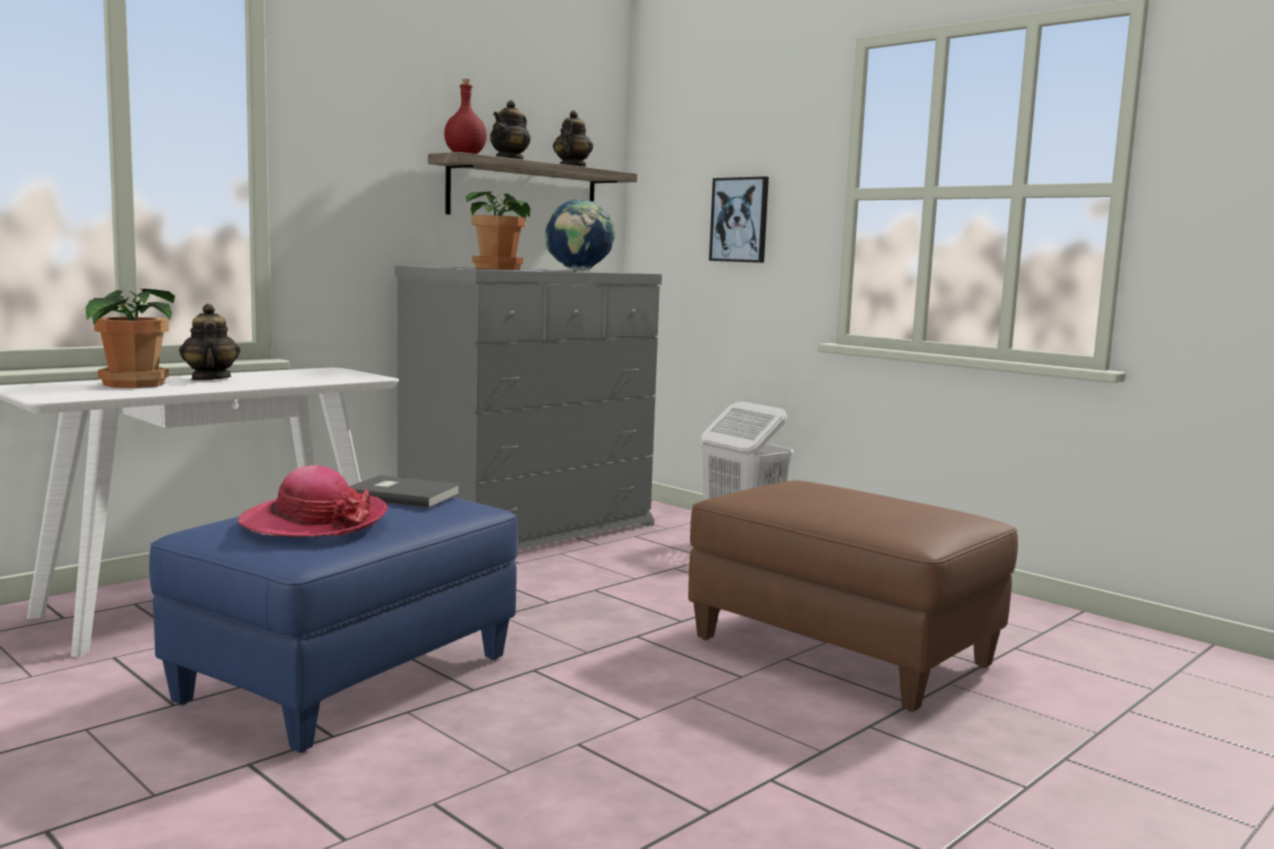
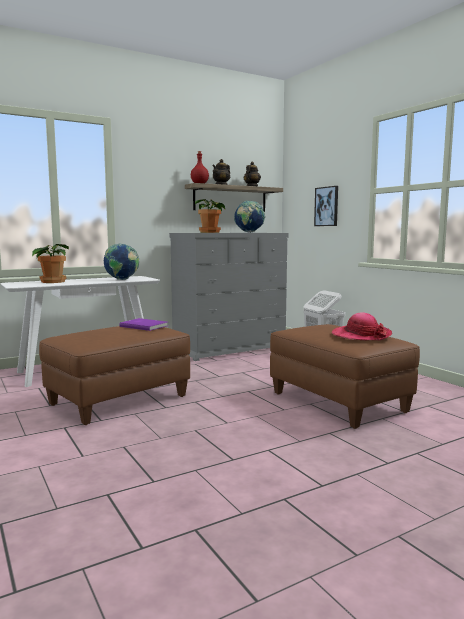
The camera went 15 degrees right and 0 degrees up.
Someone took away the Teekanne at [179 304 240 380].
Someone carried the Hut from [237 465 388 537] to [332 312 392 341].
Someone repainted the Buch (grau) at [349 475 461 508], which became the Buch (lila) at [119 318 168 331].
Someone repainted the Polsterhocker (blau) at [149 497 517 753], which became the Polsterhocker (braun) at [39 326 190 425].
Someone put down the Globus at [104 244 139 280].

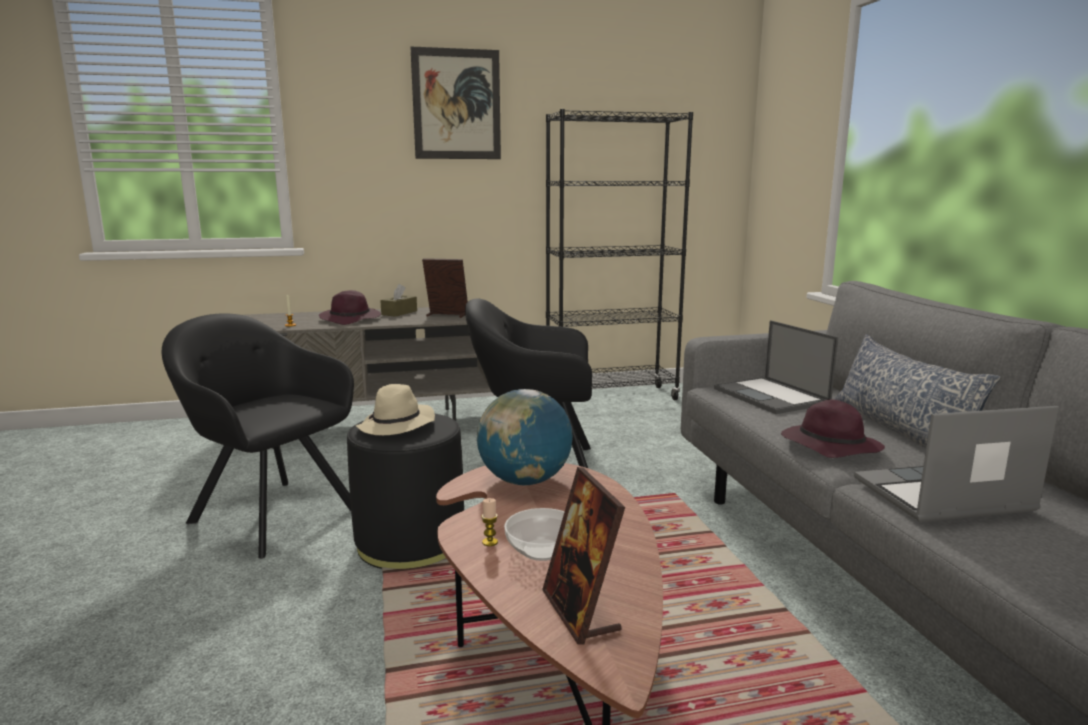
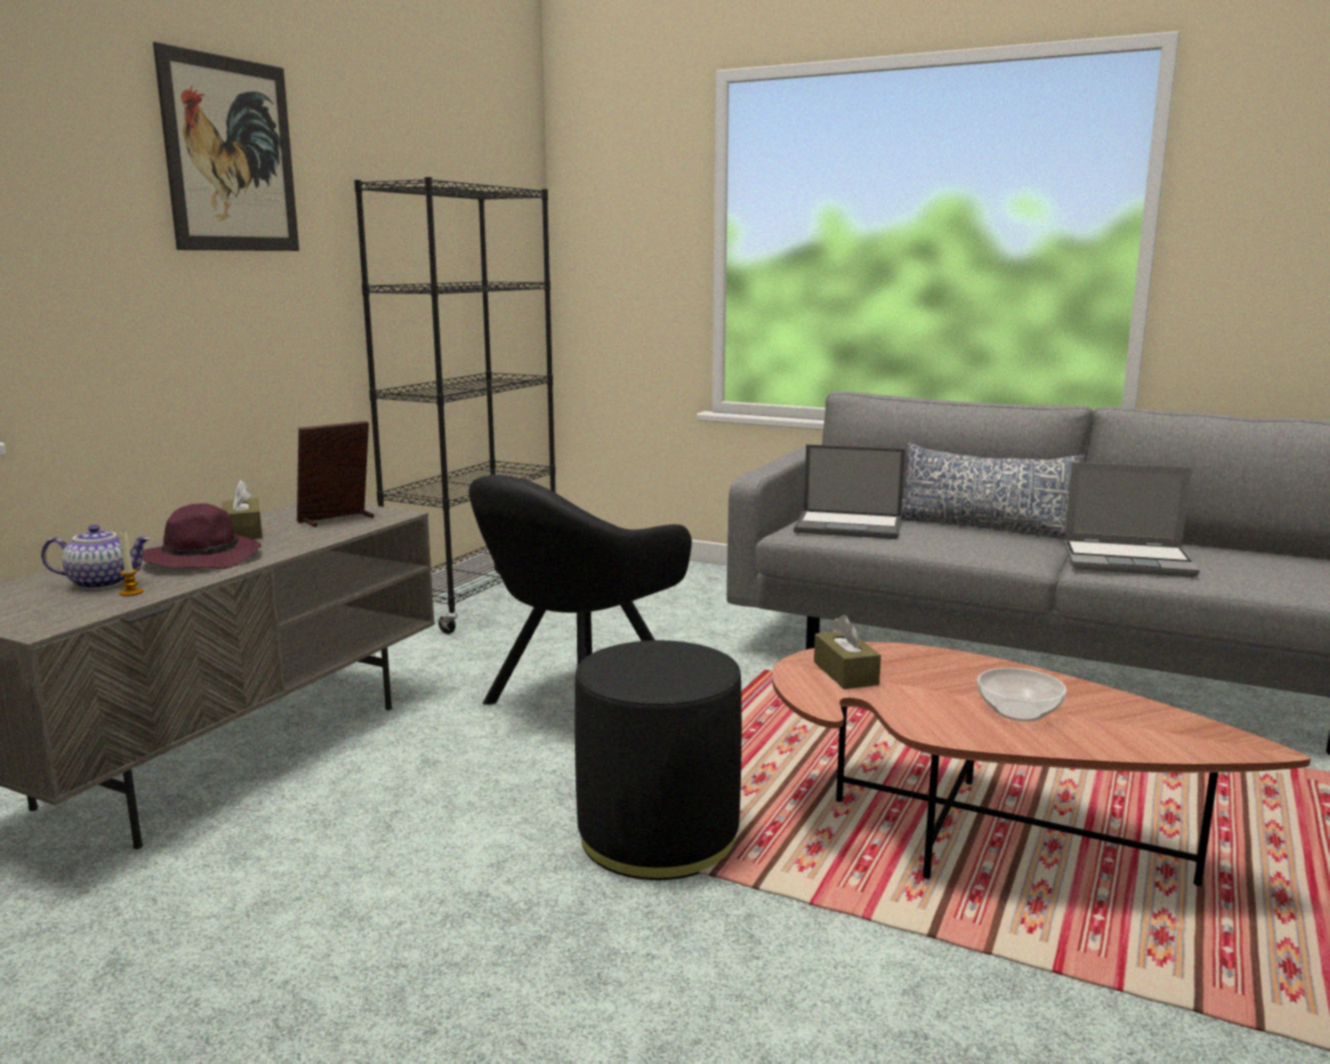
The camera went 50 degrees left and 0 degrees up.
Someone took away the Sessel (schwarz) at [162 313 354 559].
Someone took away the Hut (beige) at [356 384 435 435].
Someone swapped the Globus at [477 389 573 485] for the Taschentuchbox (braun) at [814 615 881 689].
Someone took away the Hut (lila) at [781 399 885 458].
Someone rotated the Laptop at [854 406 1059 522] by 105 degrees counterclockwise.
Someone took away the Bilderrahmen at [542 467 625 645].
Someone took away the Kerze at [481 498 498 546].
Someone put down the Teekanne at [41 525 151 590].

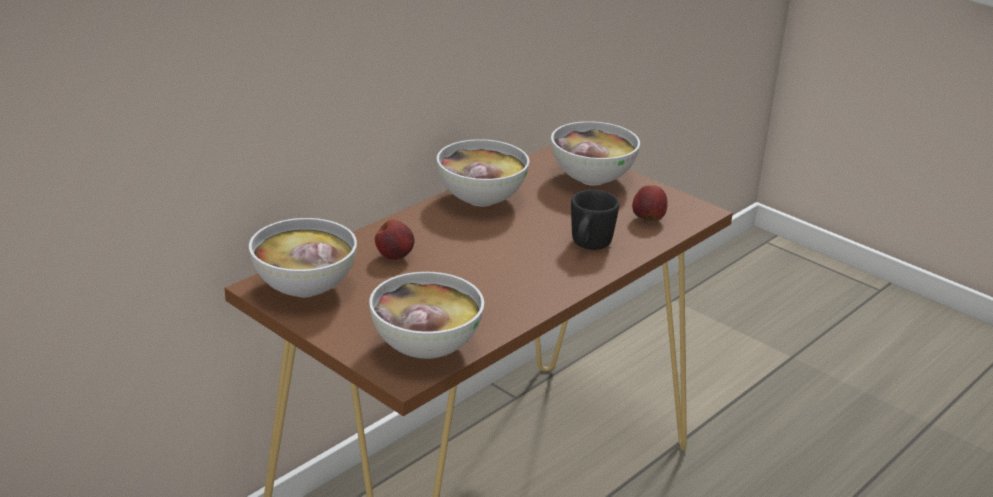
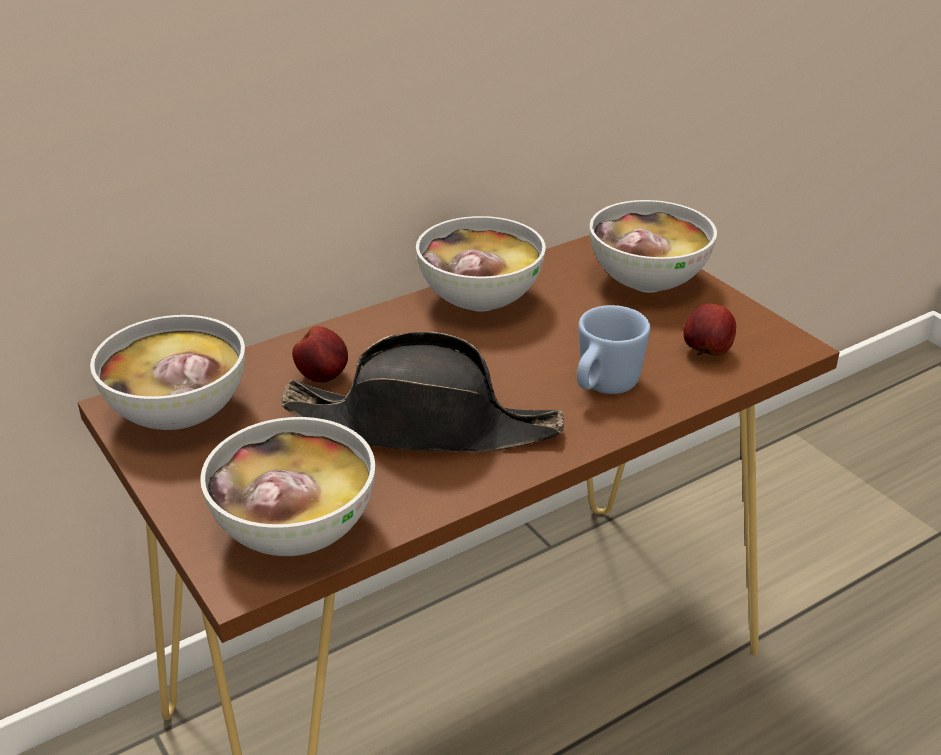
The camera went 15 degrees right and 5 degrees up.
Someone repainted the Henkelbecher (schwarz) at [571 190 620 250], which became the Henkelbecher (blau) at [577 305 650 394].
Someone put down the Hut (schwarz) at [281 332 564 453].

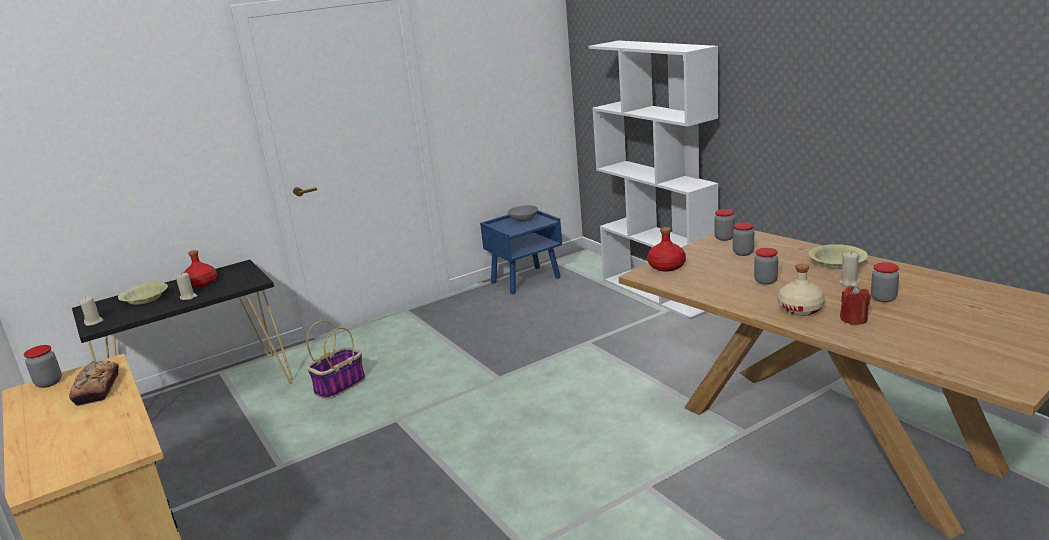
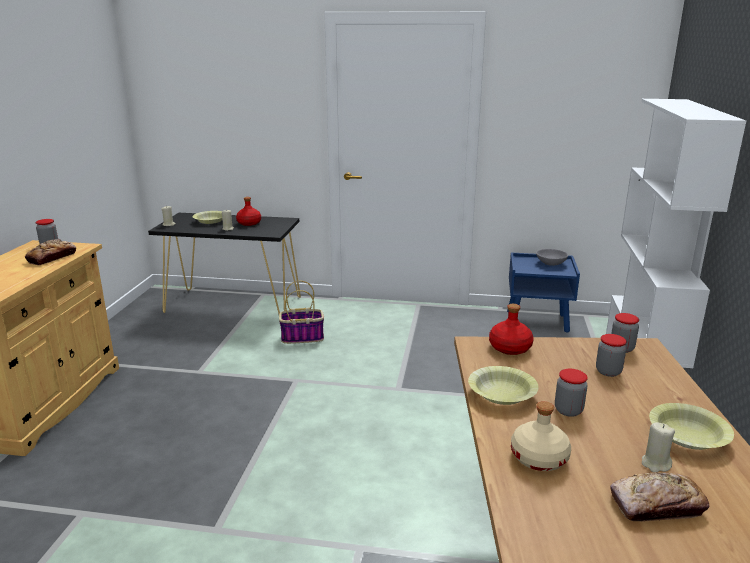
The camera went 40 degrees right and 0 degrees up.
Someone swapped the Vorratsglas at [871 262 899 302] for the Brot at [610 472 710 521].
Someone took away the Kerze (rot) at [840 286 871 325].
Someone put down the Schüssel (gelb) at [468 366 539 405].

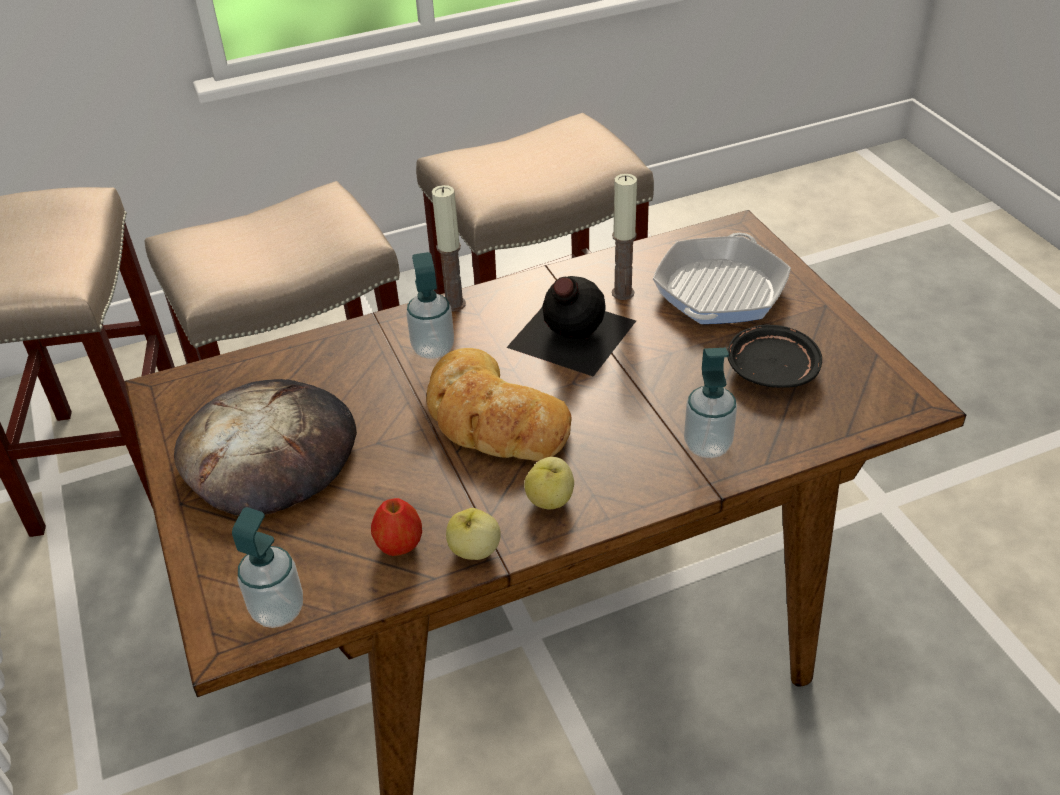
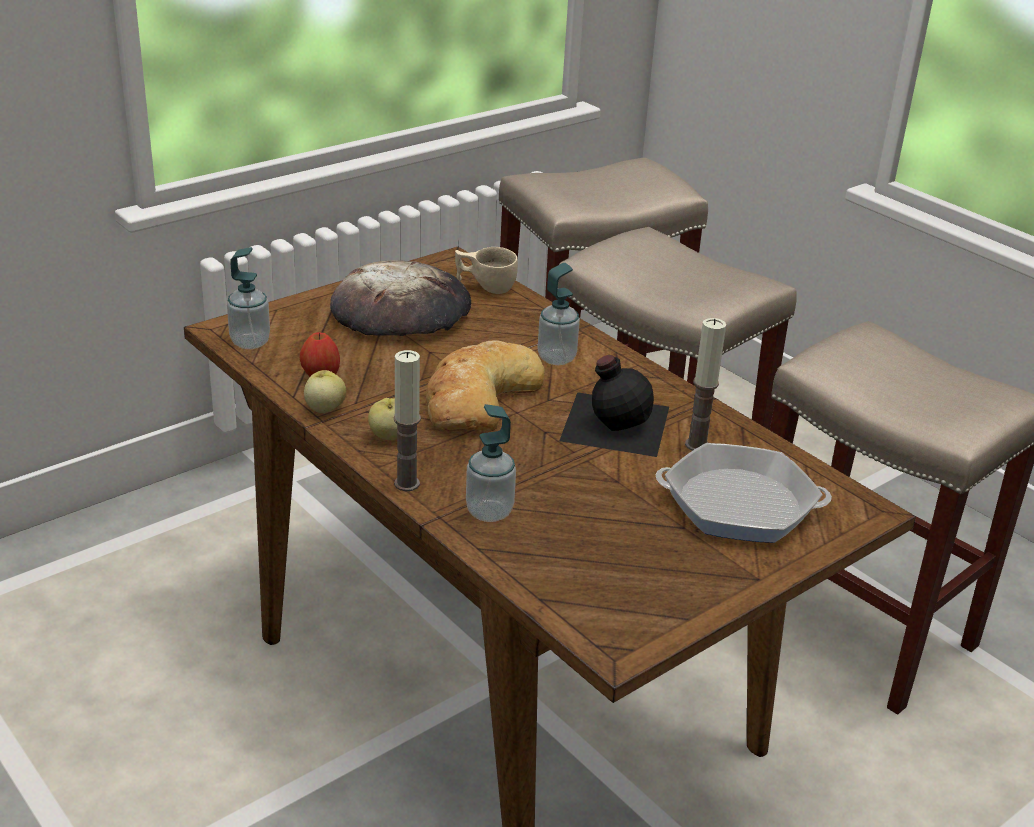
The camera went 70 degrees right and 10 degrees down.
Someone carried the Kerze from [432 185 466 311] to [393 350 421 491].
Someone took away the Teller (schwarz) at [727 325 822 388].
Someone put down the Tasse (beige) at [455 247 518 294].

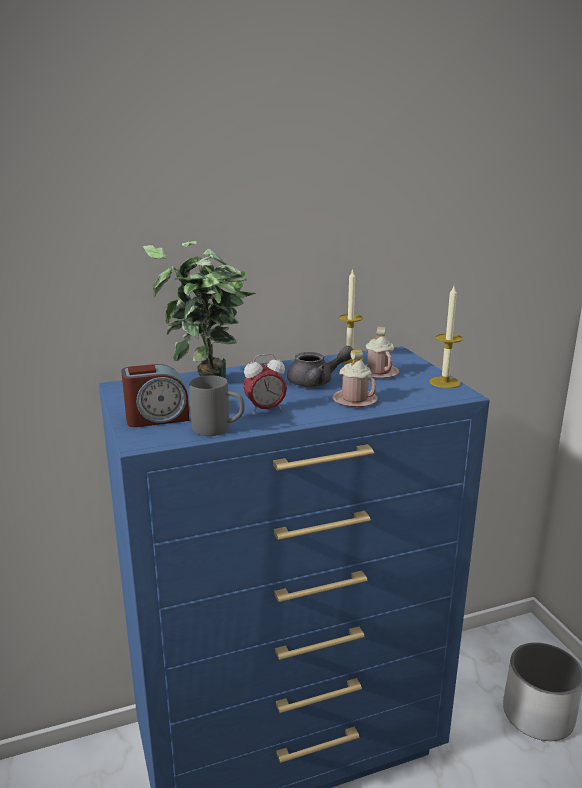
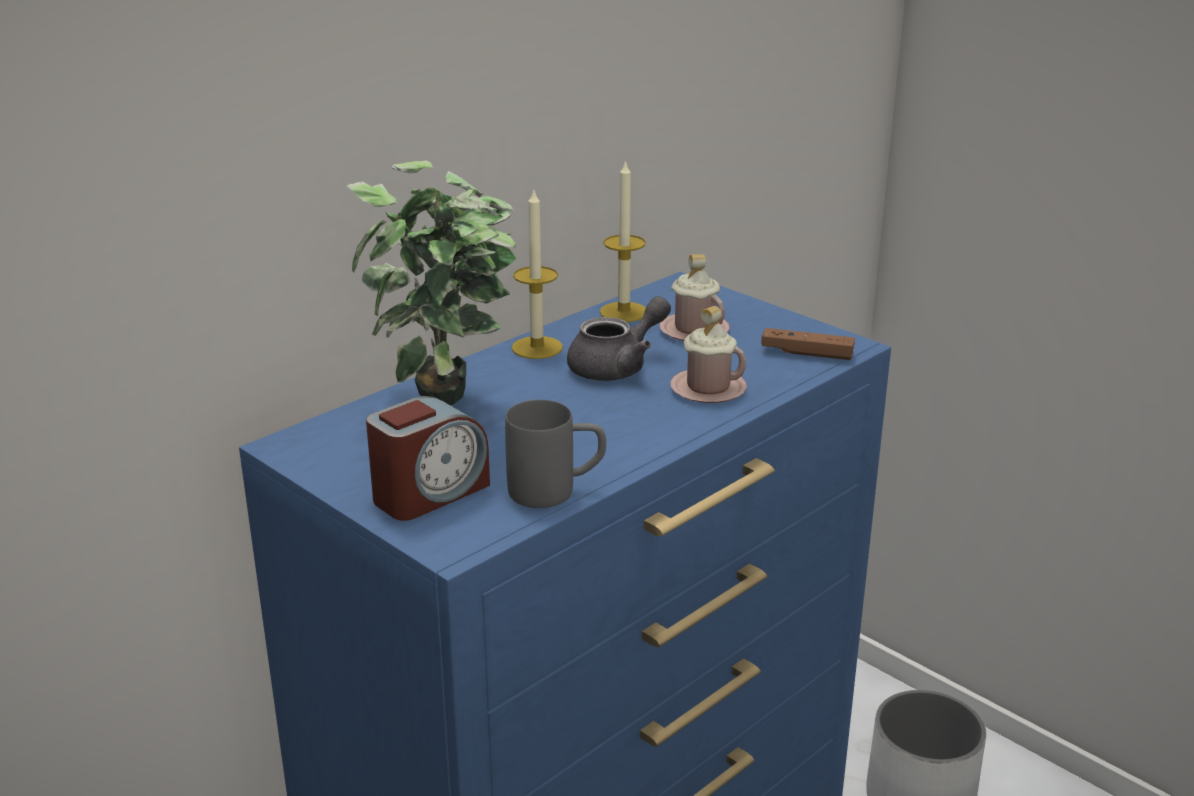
The camera went 25 degrees left and 5 degrees up.
Someone carried the Kerze from [430 286 463 388] to [512 188 563 359].
Someone took away the Wecker at [243 354 287 415].
Someone put down the Gamepad (braun) at [761 328 855 360].

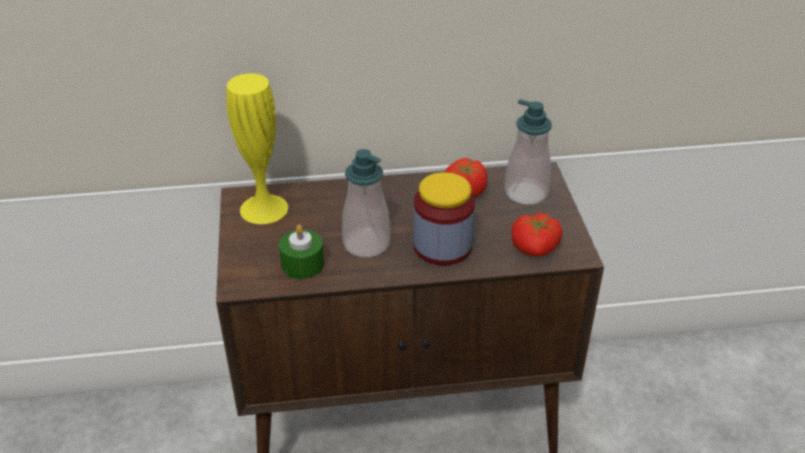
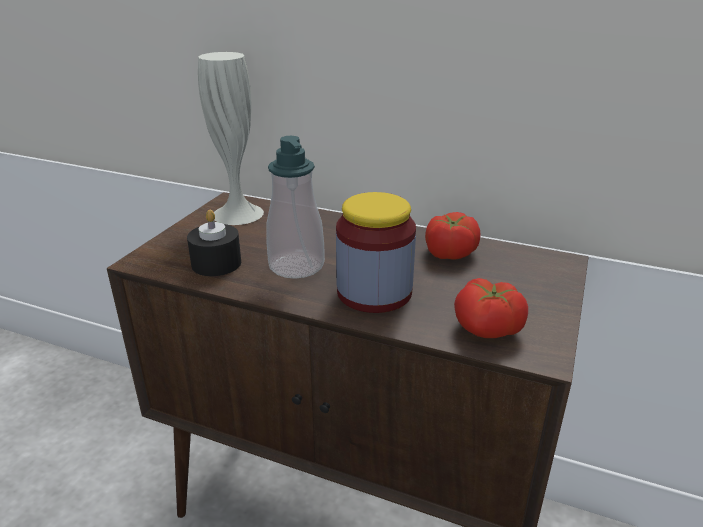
The camera went 30 degrees right and 10 degrees down.
Someone repainted the Vase (gelb) at [226 73 288 224], which became the Vase (weiß) at [198 52 264 225].
Someone took away the Seifenspender at [505 99 552 205].
Someone repainted the Kerze (grün) at [279 225 324 279], which became the Kerze (schwarz) at [187 210 241 276].

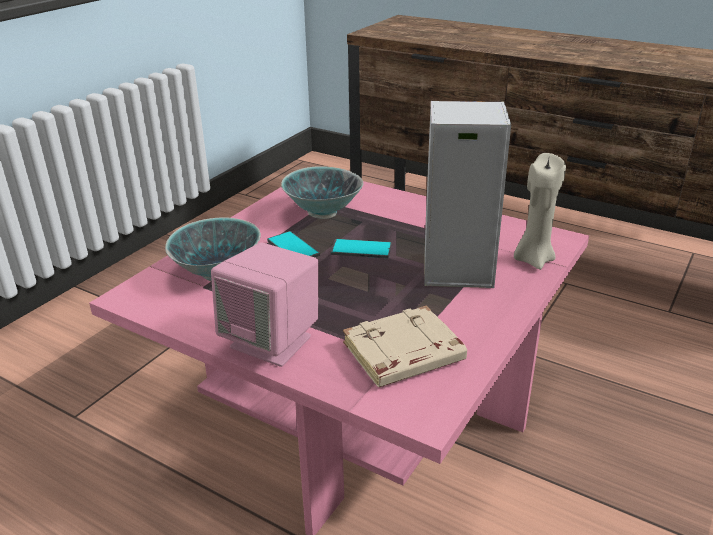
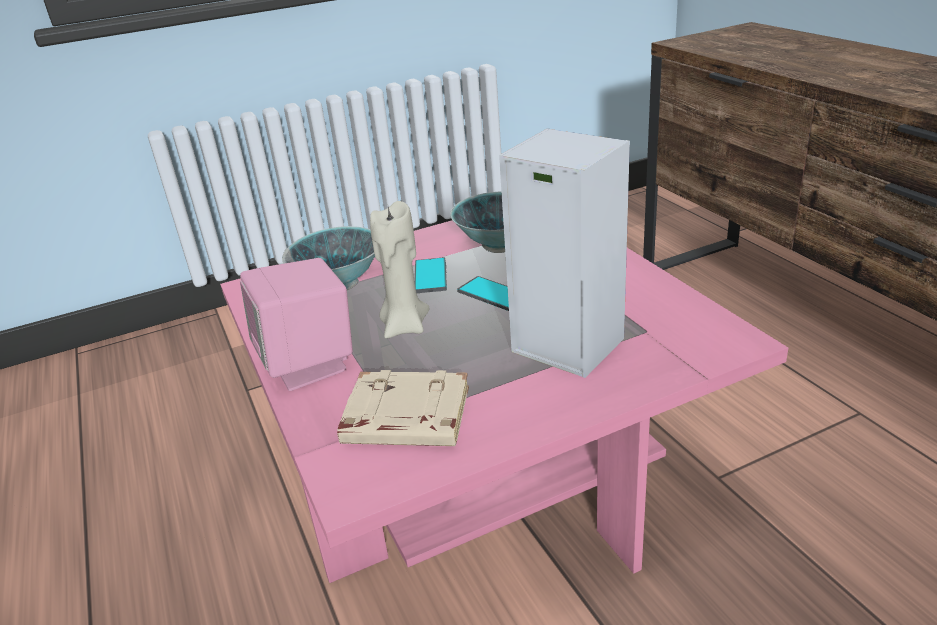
The camera went 35 degrees right and 0 degrees up.
Someone carried the Kerze (beige) from [514 153 566 270] to [370 201 429 339].

